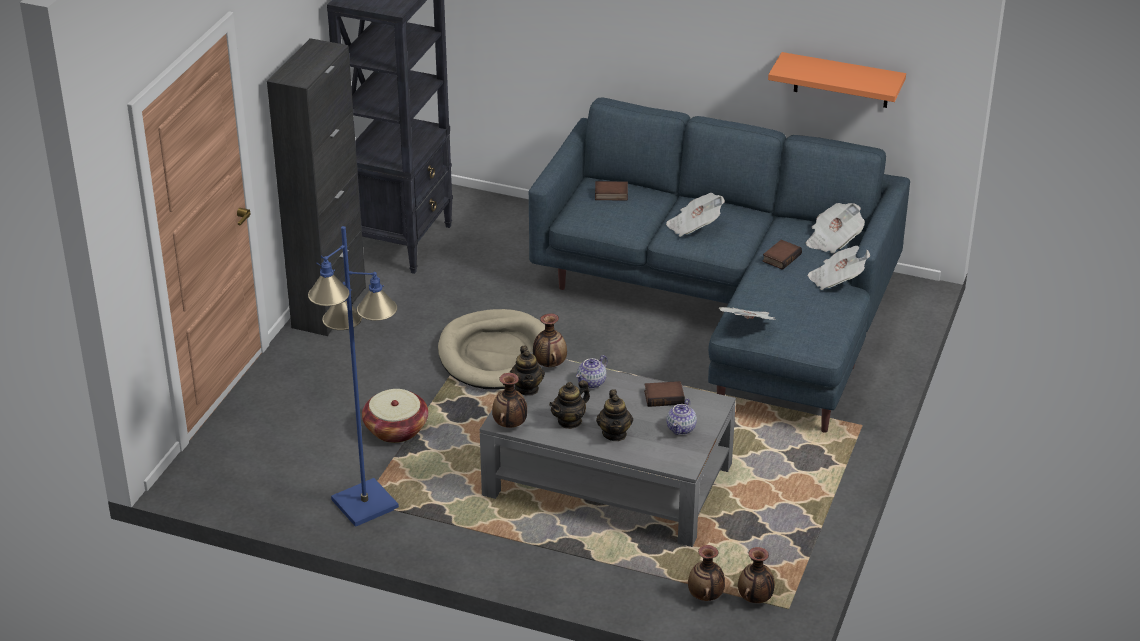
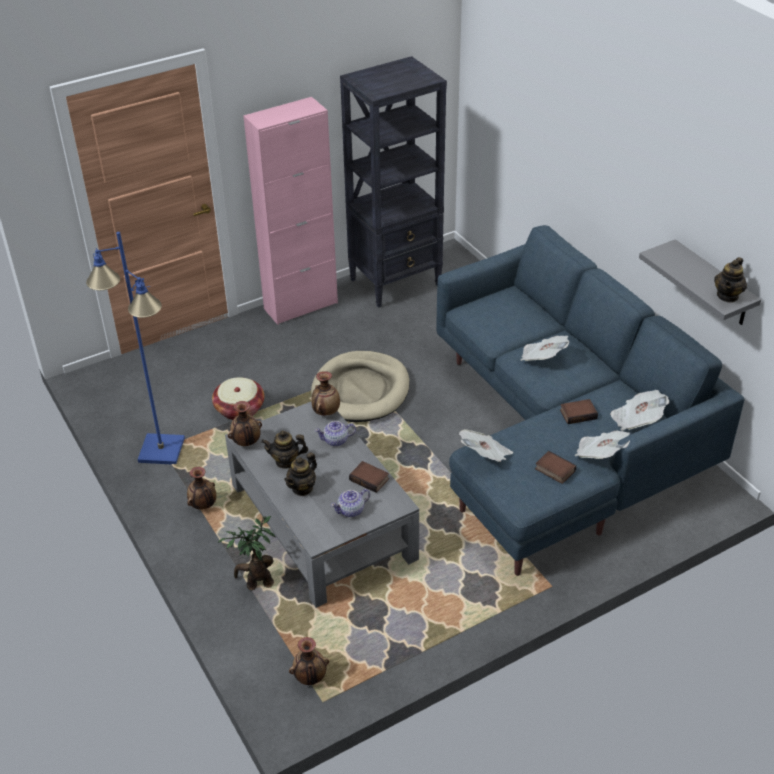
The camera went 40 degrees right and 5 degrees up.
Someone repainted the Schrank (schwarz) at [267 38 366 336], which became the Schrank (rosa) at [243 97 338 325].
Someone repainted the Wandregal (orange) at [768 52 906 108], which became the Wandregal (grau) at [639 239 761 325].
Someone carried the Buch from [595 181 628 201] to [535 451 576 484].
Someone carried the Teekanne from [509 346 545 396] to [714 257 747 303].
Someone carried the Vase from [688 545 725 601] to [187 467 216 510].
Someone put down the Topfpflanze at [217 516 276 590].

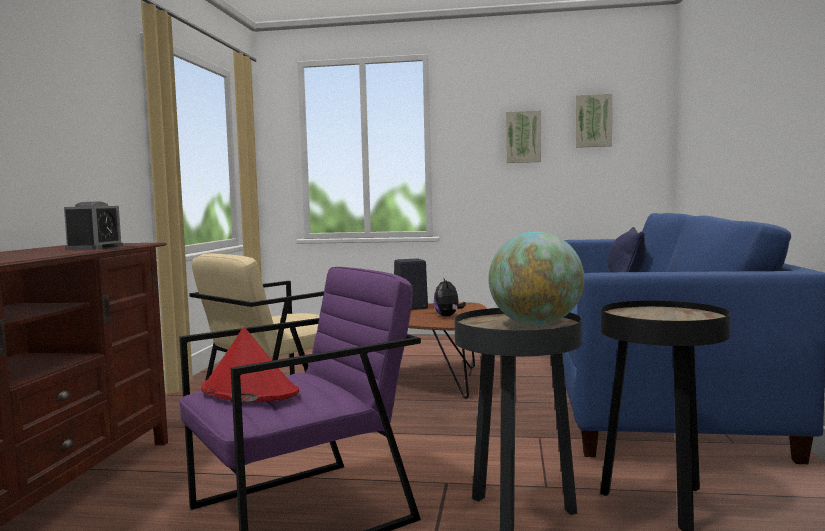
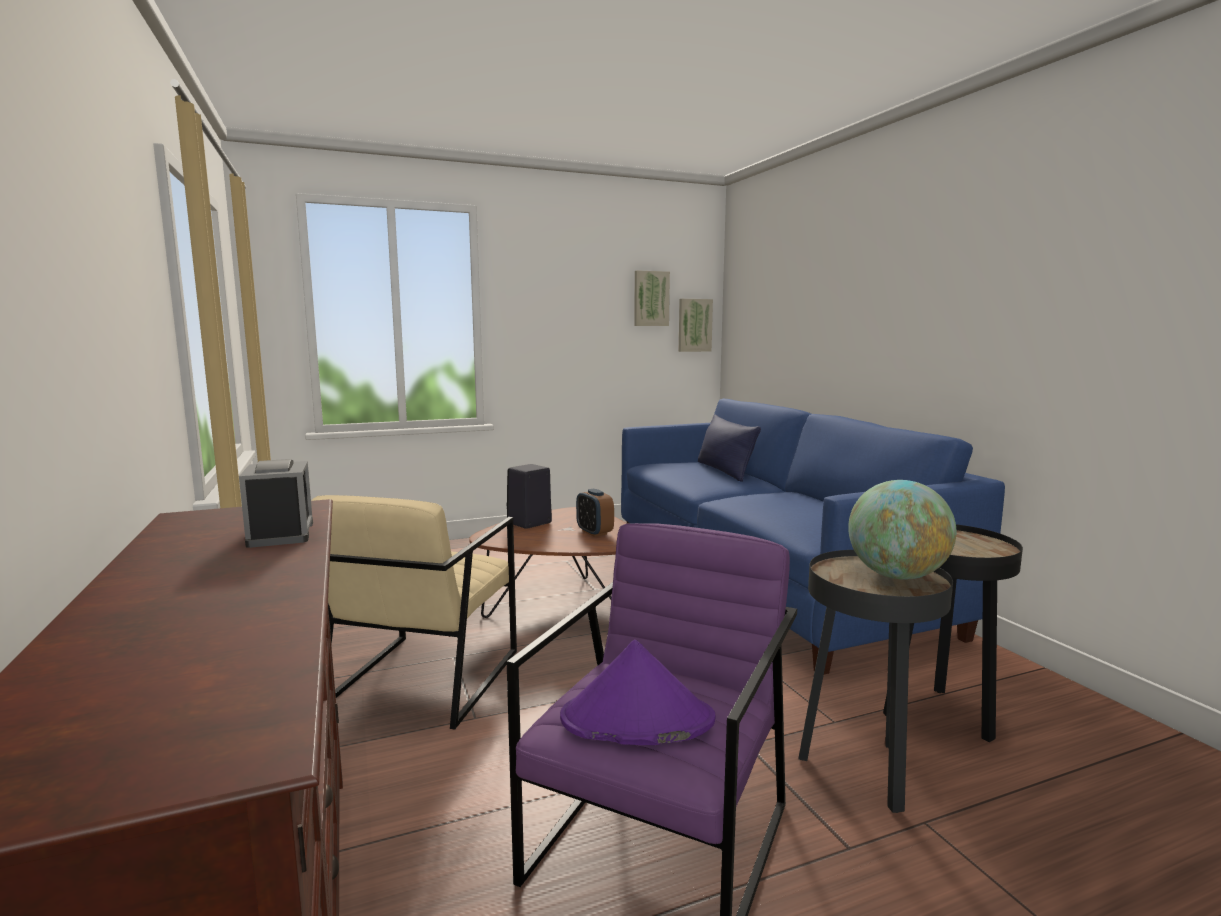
The camera went 30 degrees left and 5 degrees up.
Someone carried the Bild from [506 110 541 163] to [679 299 713 352].
Someone swapped the Plüschtier at [434 277 466 317] for the Wecker at [576 489 614 537].
Someone repainted the Hut (rot) at [201 327 299 402], which became the Hut (lila) at [560 640 715 745].

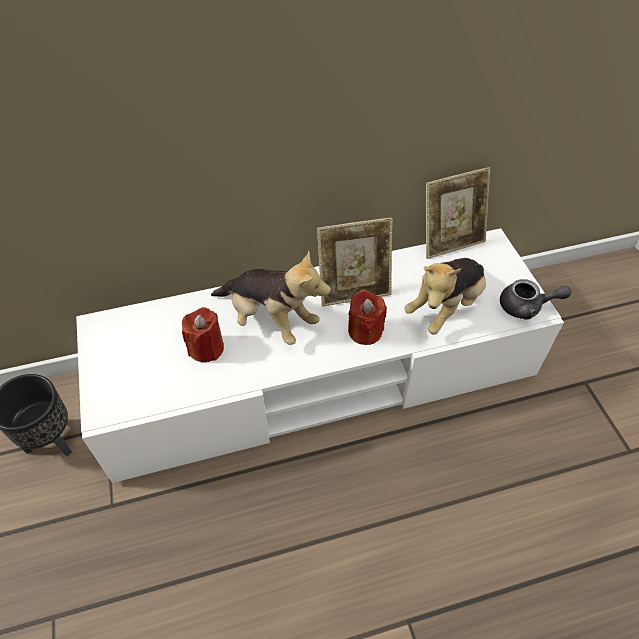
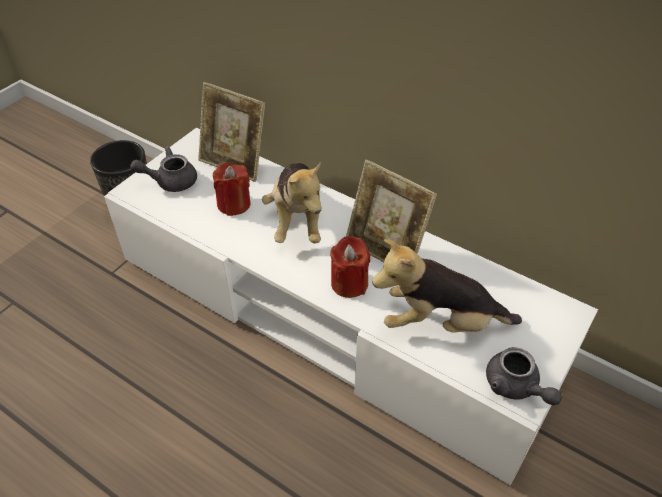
The camera went 50 degrees right and 5 degrees down.
Someone carried the Bilderrahmen from [426 167 490 259] to [198 82 265 182].
Someone put down the Teekanne (grau) at [130 146 197 192].

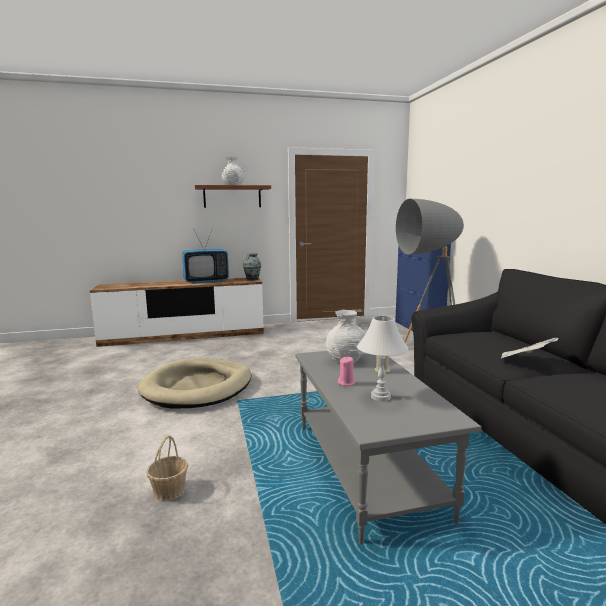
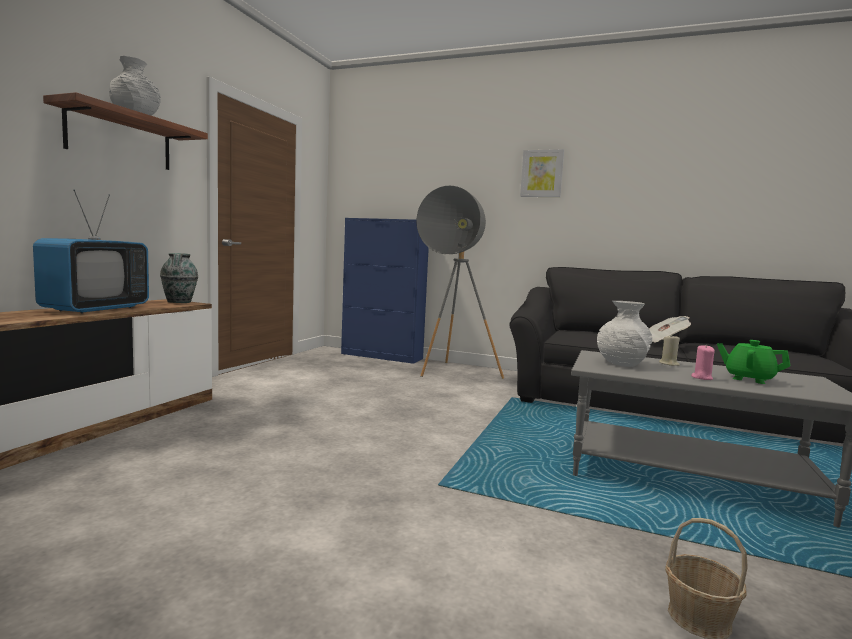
The camera went 55 degrees left and 5 degrees down.
Someone swapped the Tischlampe (weiß) at [357 316 408 401] for the Teekanne (grün) at [717 340 790 384].
Someone took away the Hundebett (beige) at [138 358 251 409].
Someone put up the Bild at [520 149 564 197].

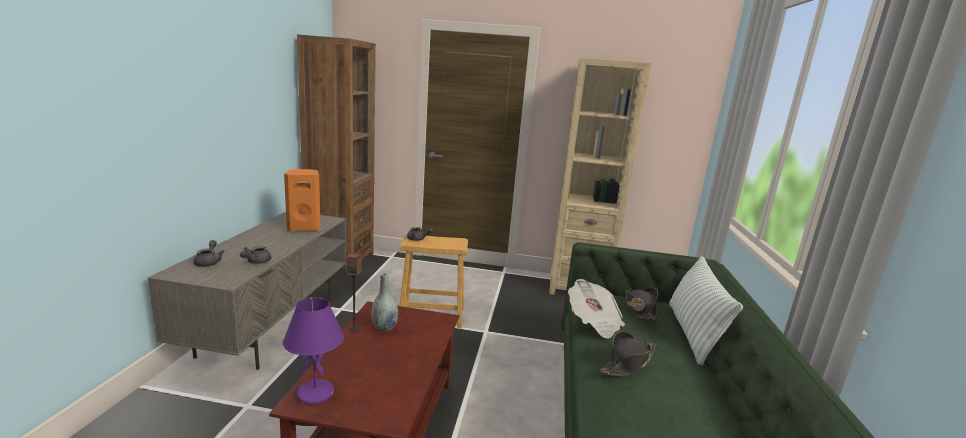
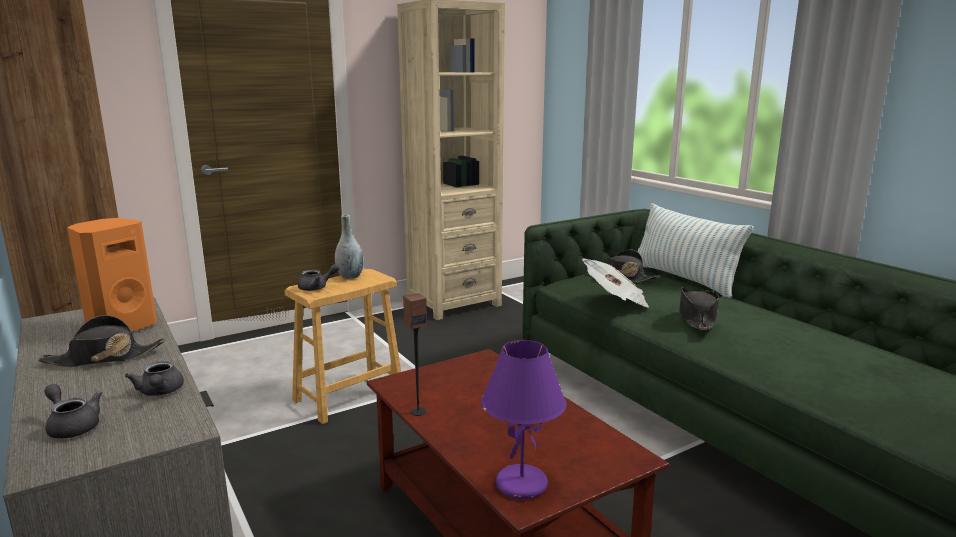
The camera went 40 degrees left and 0 degrees up.
Someone carried the Vase (grau) from [371 273 398 332] to [335 215 364 279].
Someone put down the Hut (schwarz) at [38 315 165 367].

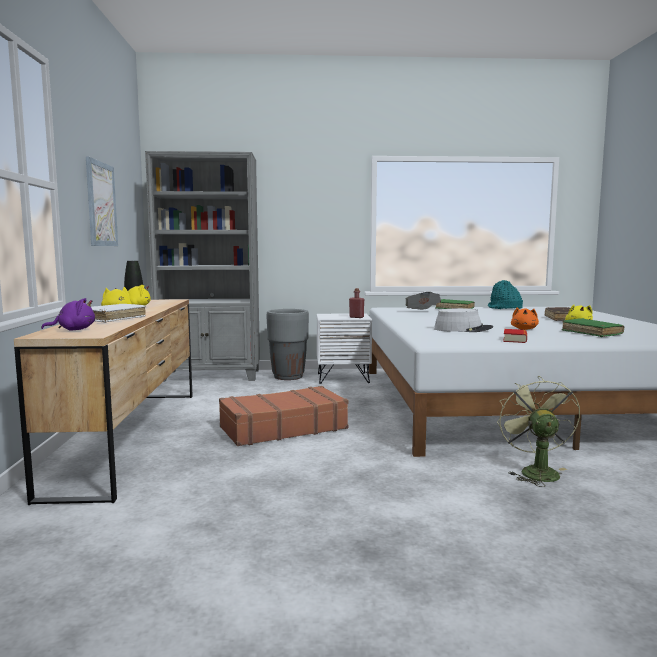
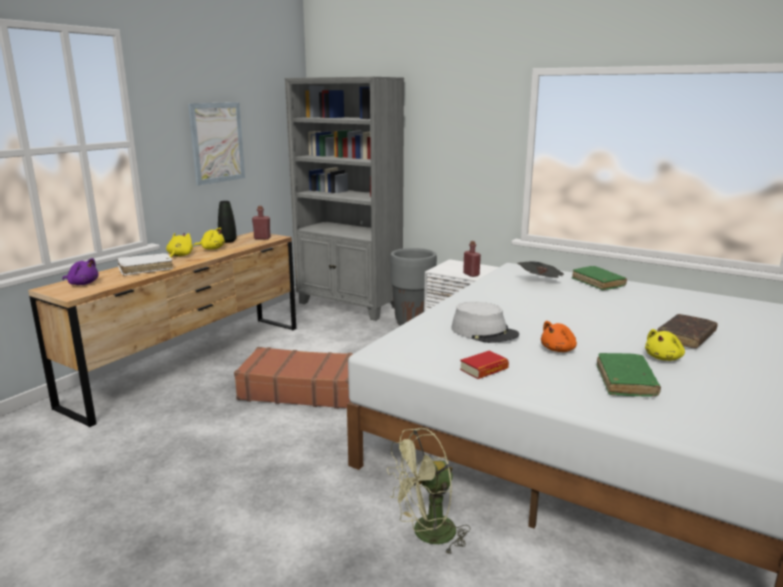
The camera went 35 degrees right and 10 degrees up.
Someone took away the Hut (türkis) at [488 280 523 309].
Someone rotated the Ventilator (grün) at [497 376 580 487] by 150 degrees counterclockwise.
Someone put down the Flasche (rot) at [252 206 271 240].

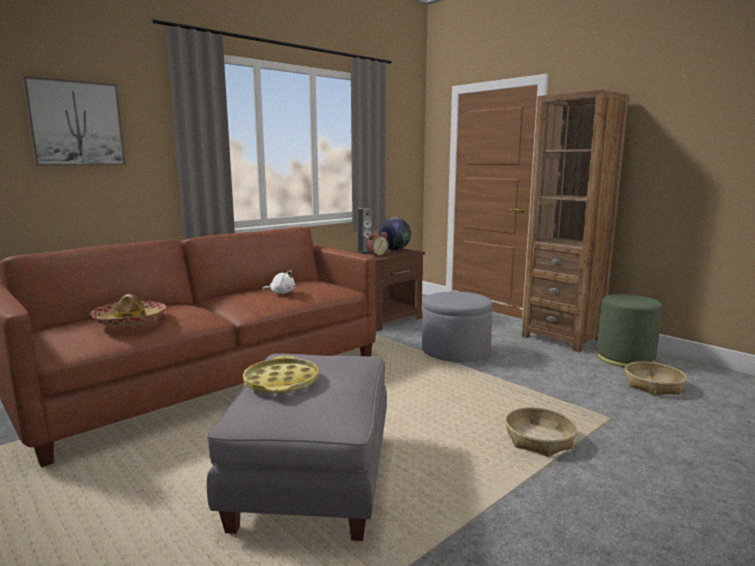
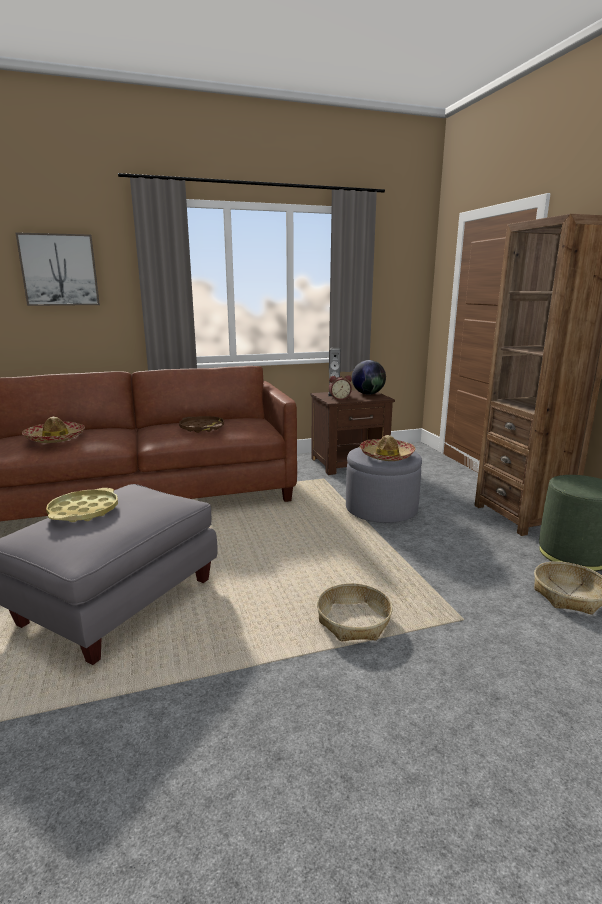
The camera went 25 degrees right and 5 degrees up.
Someone swapped the Plüschtier (weiß) at [262 271 295 294] for the Tablett (braun) at [179 416 224 433].
Someone put down the Hut at [360 435 415 461].

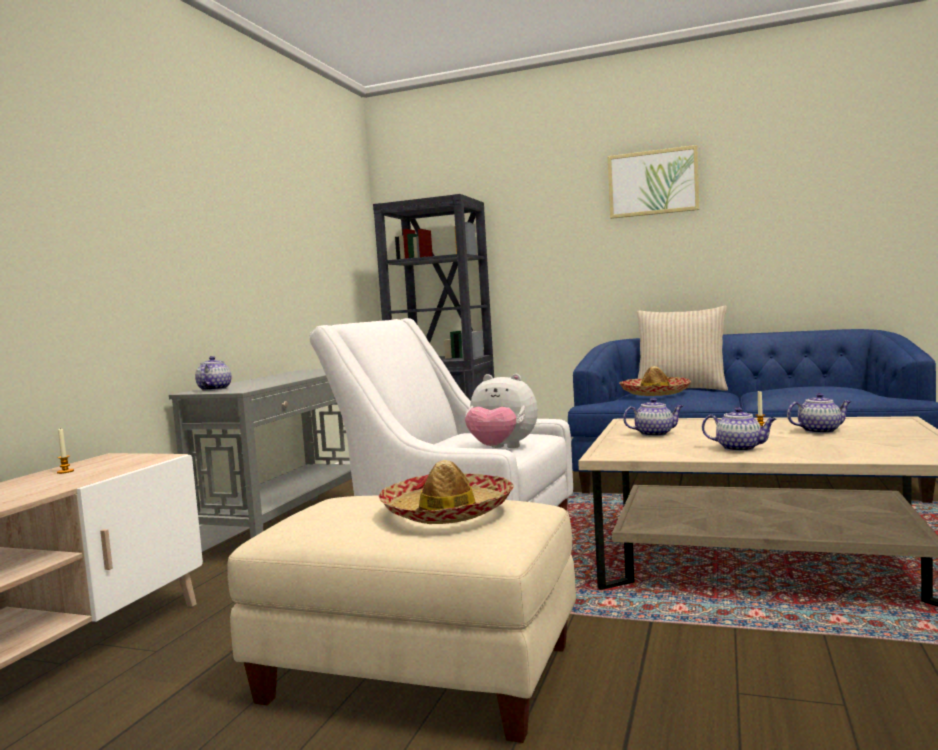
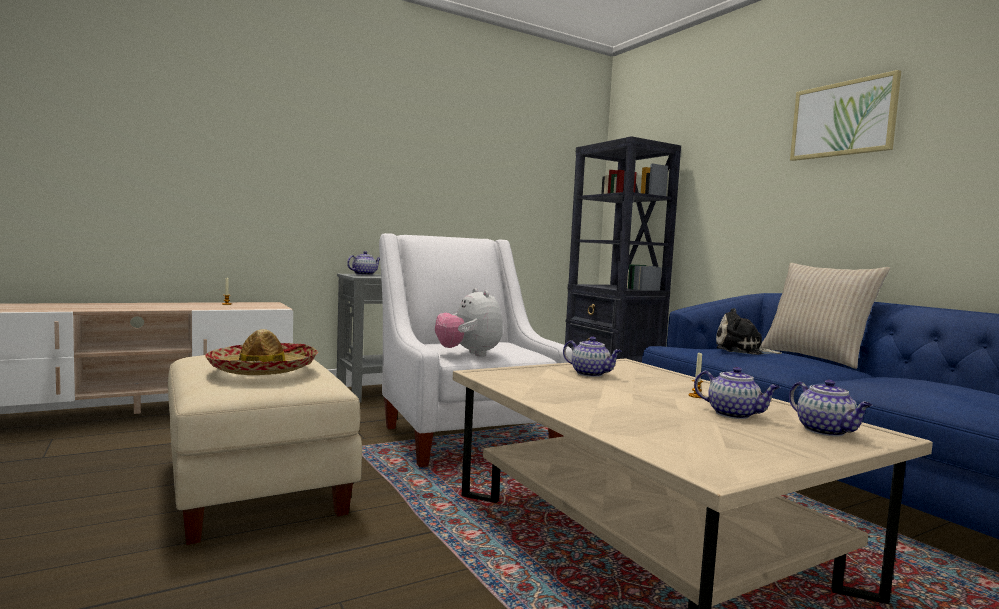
The camera went 40 degrees right and 0 degrees up.
Someone swapped the Hut at [619 366 691 396] for the Plüschtier at [716 308 782 355].
Someone carried the Teekanne from [702 407 776 452] to [789 380 872 436].

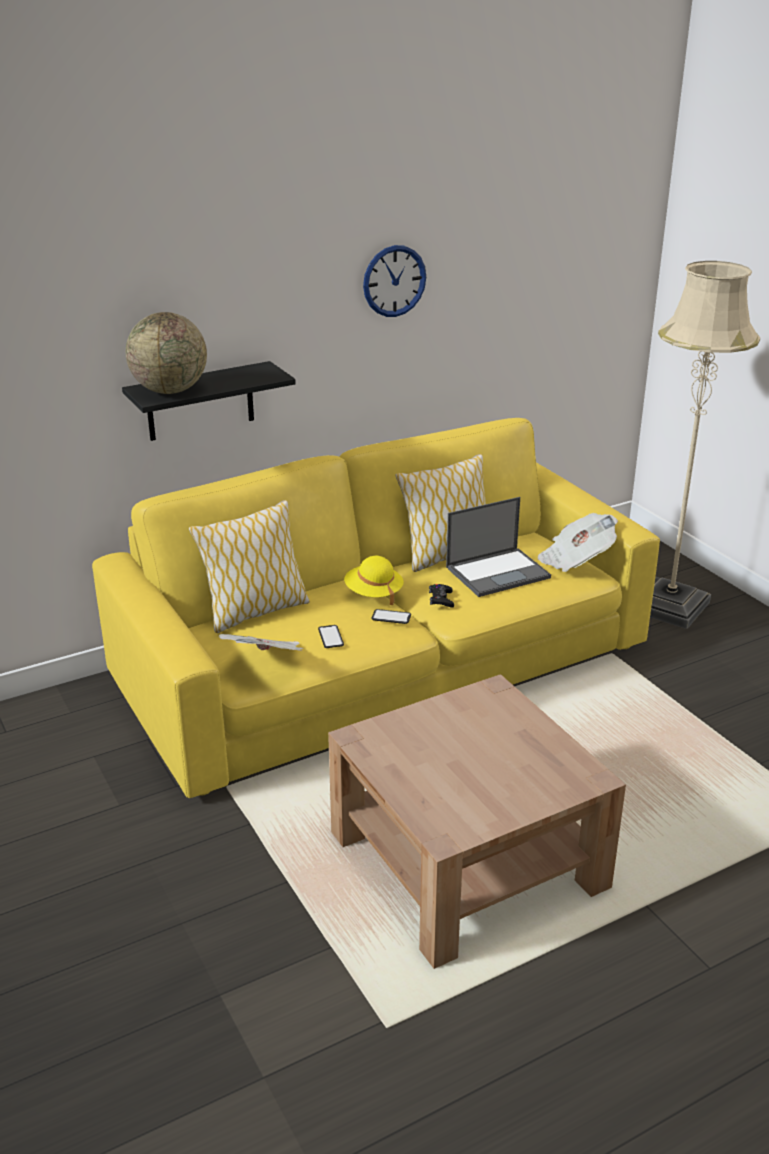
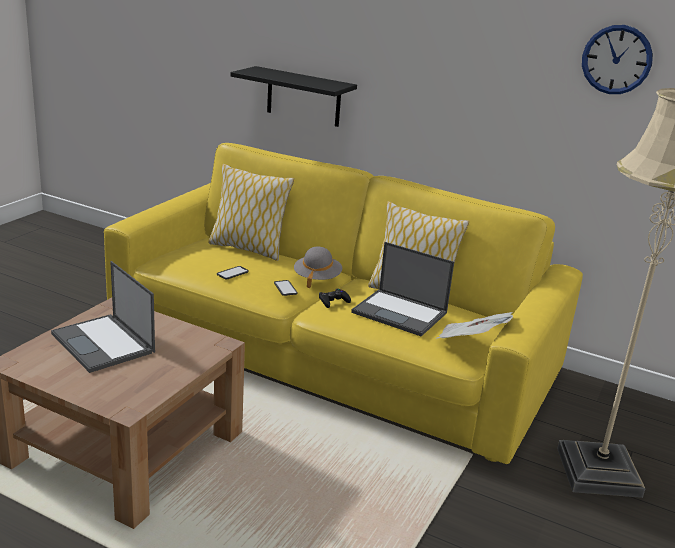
The camera went 55 degrees right and 5 degrees down.
Someone carried the Wanduhr from [363 245 426 317] to [582 25 653 94].
Someone took away the Globus at [126 312 207 394].
Someone repainted the Hut (gelb) at [344 556 404 605], which became the Hut (grau) at [294 246 342 289].
Someone took away the Zeitung at [219 634 303 651].
Someone put down the Laptop at [51 261 155 373].

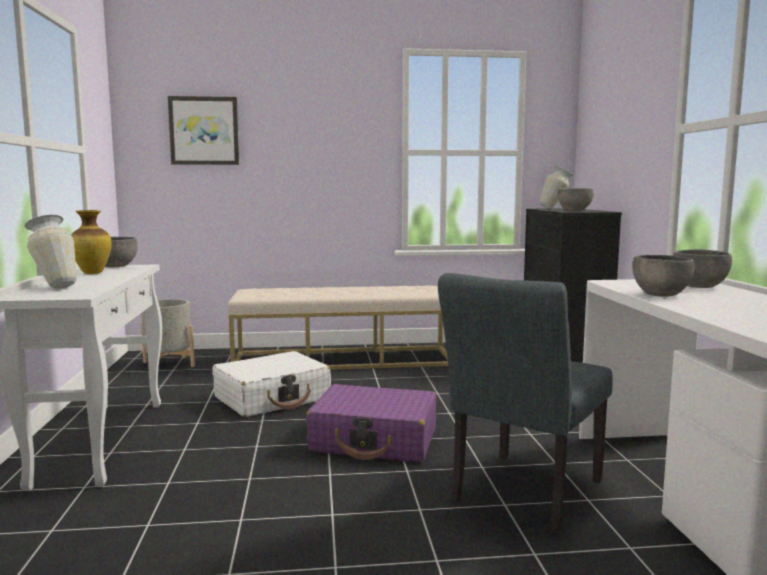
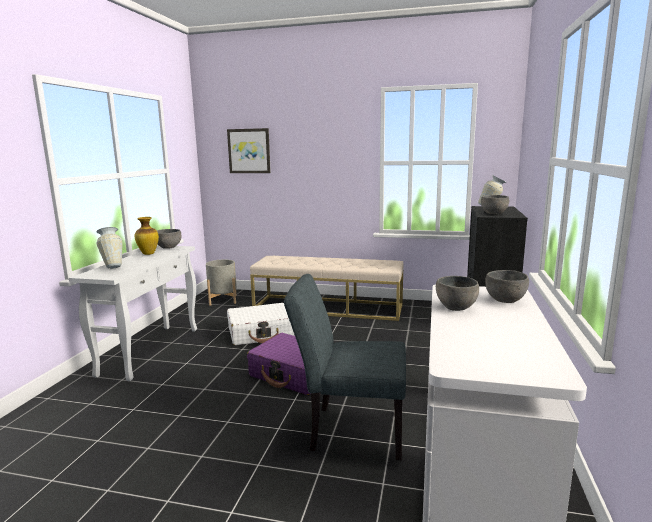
The camera went 20 degrees right and 5 degrees up.
Someone rotated the Stuhl (grau) at [438 273 613 534] by 45 degrees clockwise.

